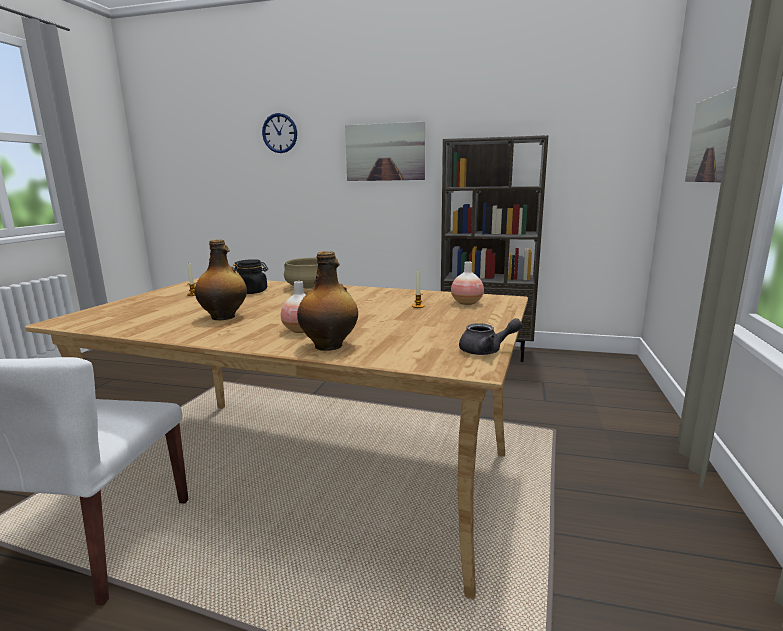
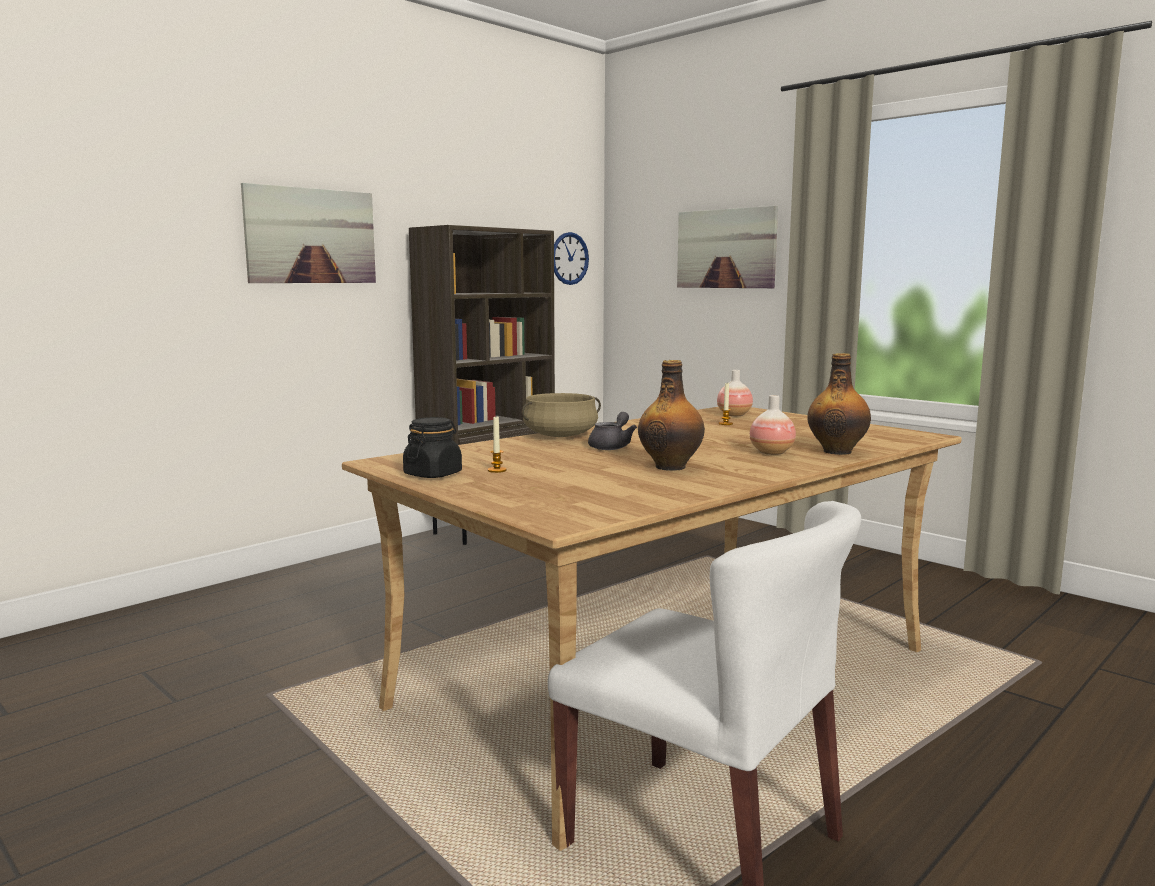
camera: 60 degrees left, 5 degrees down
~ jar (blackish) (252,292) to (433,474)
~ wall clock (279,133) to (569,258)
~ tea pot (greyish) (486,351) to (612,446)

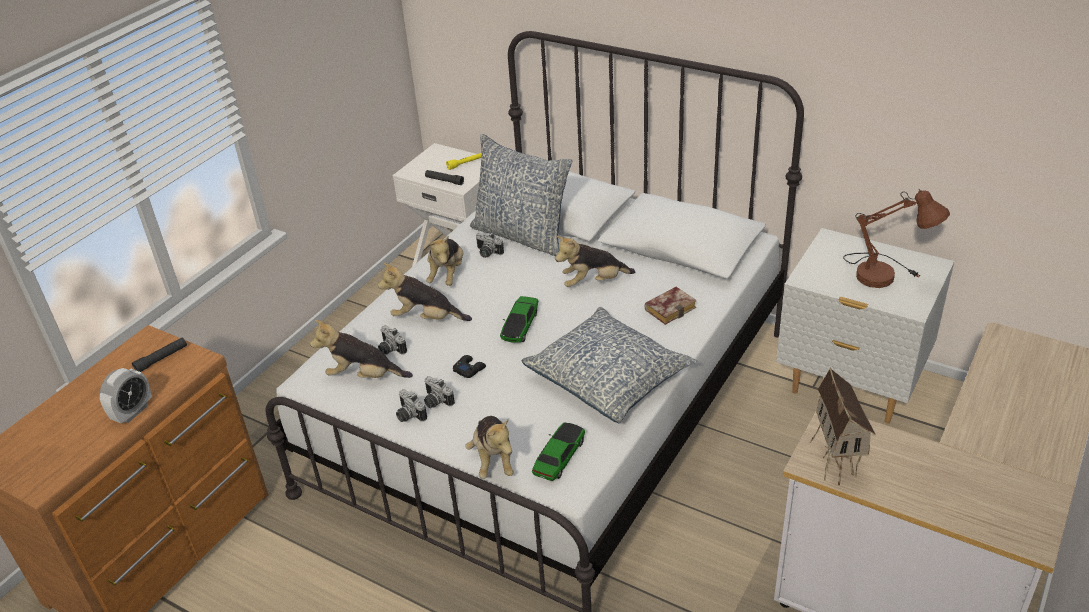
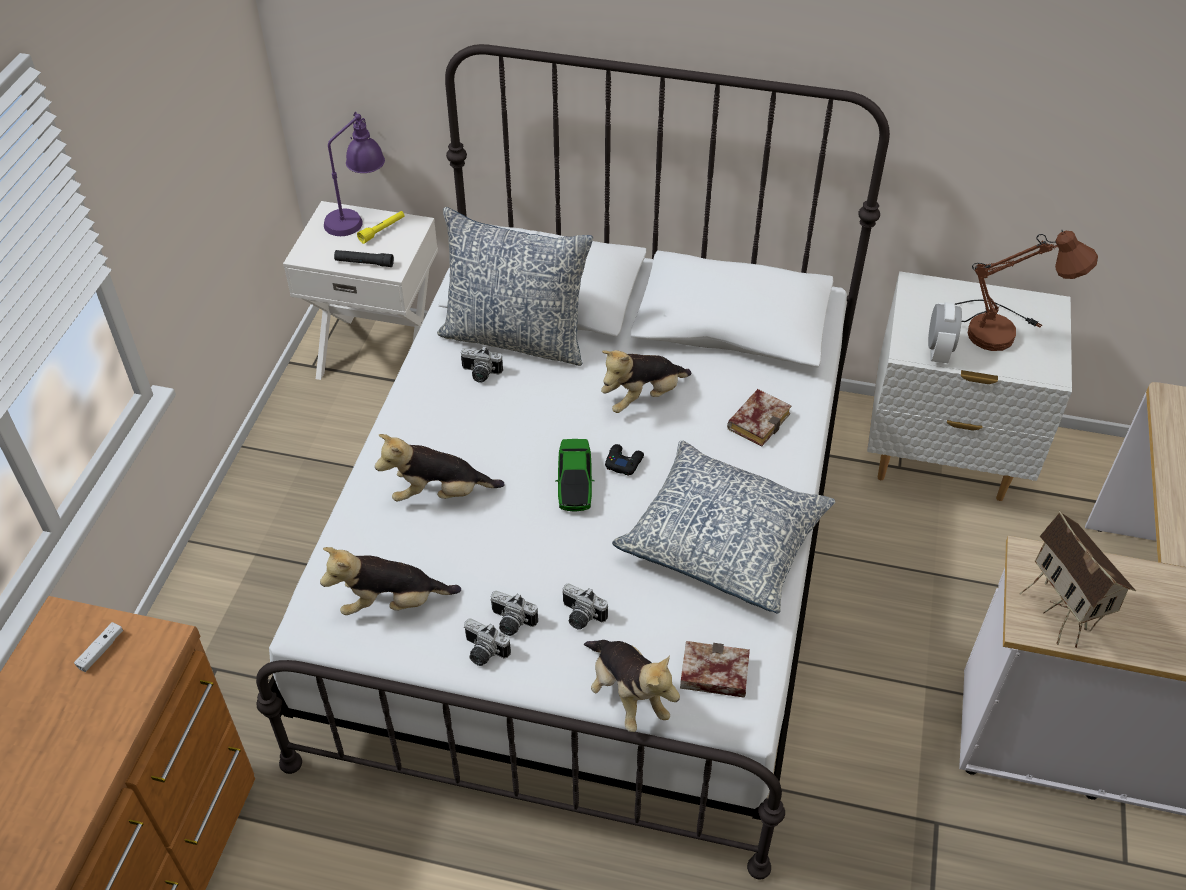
camera: 20 degrees left, 10 degrees up
~ table clock (133,412) to (938,351)
~ flashlight (blackish) (162,359) to joypad (whitish) (101,650)
~ still camera (389,349) to (580,617)
- cuddly toy (447,274)
~ joypad (blackish) (469,369) to (623,462)
~ miniature car (559,458) to volume (711,675)
+ tabletop lamp (purple-coloured) (358,217)

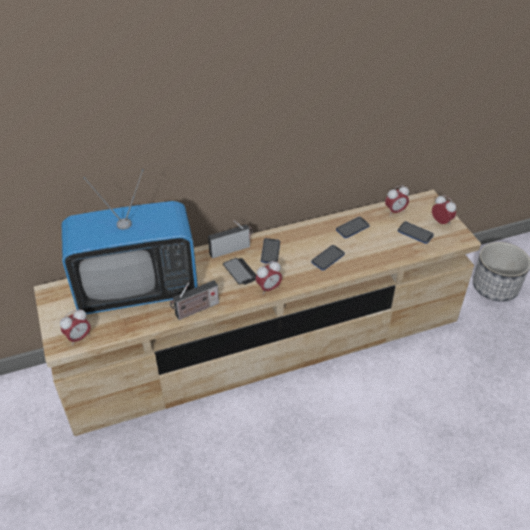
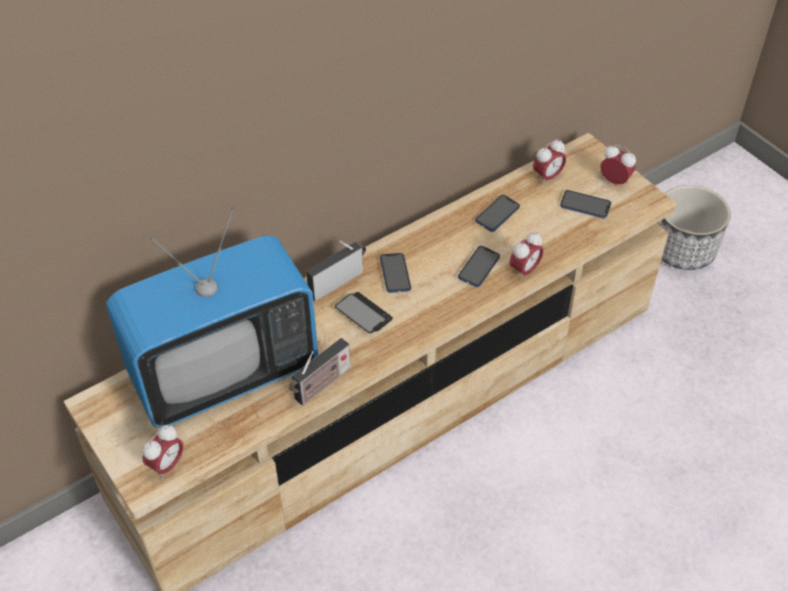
camera: 15 degrees left, 5 degrees up
~ table clock (268,288) to (524,270)

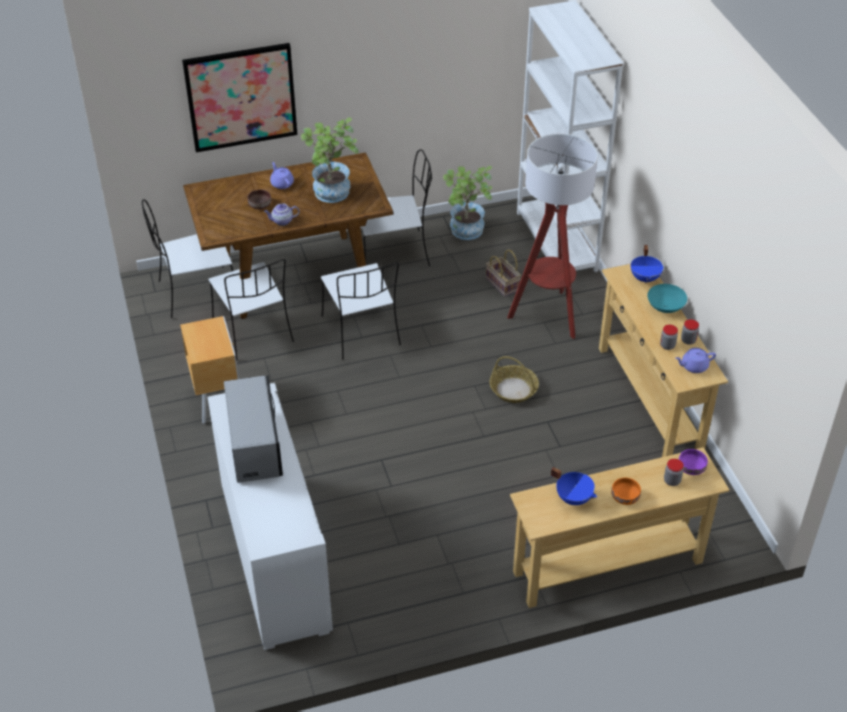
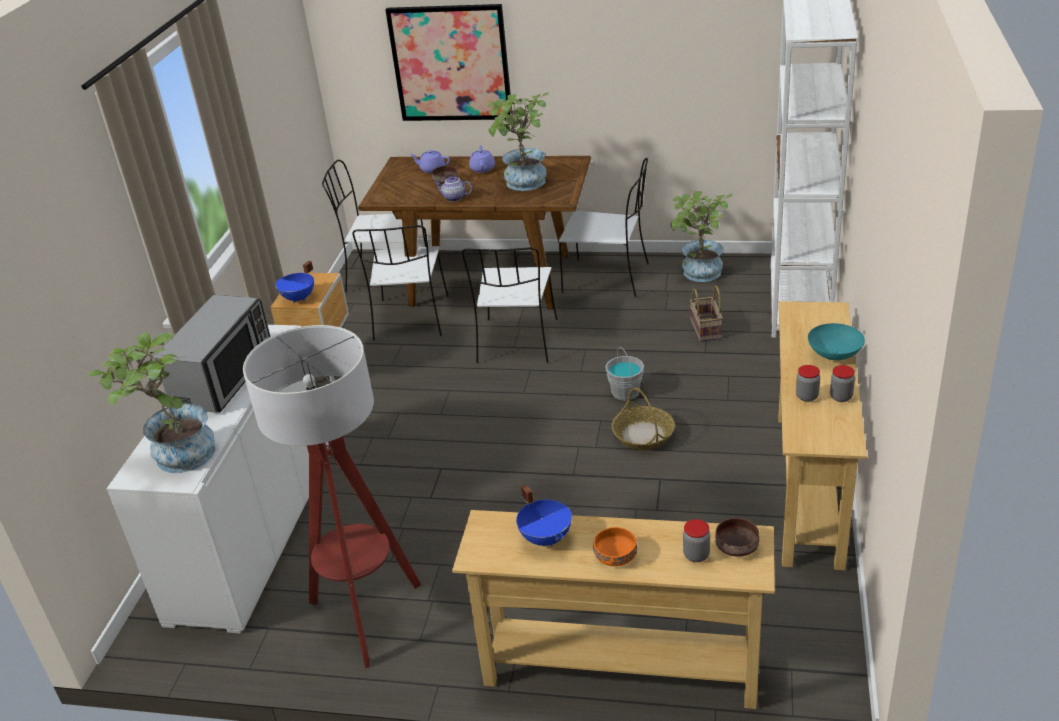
camera: 30 degrees right, 10 degrees down
~ standing lamp (548,315) to (366,616)
~ cooking pot (bluish) (645,278) to (299,298)
~ tea pot (purple-coloured) (693,366) to (432,169)
~ deep dish (purple-coloured) (691,467) to deep dish (brownish) (737,546)
+ potted plant (175,456)
+ bucket (greyish) (626,392)

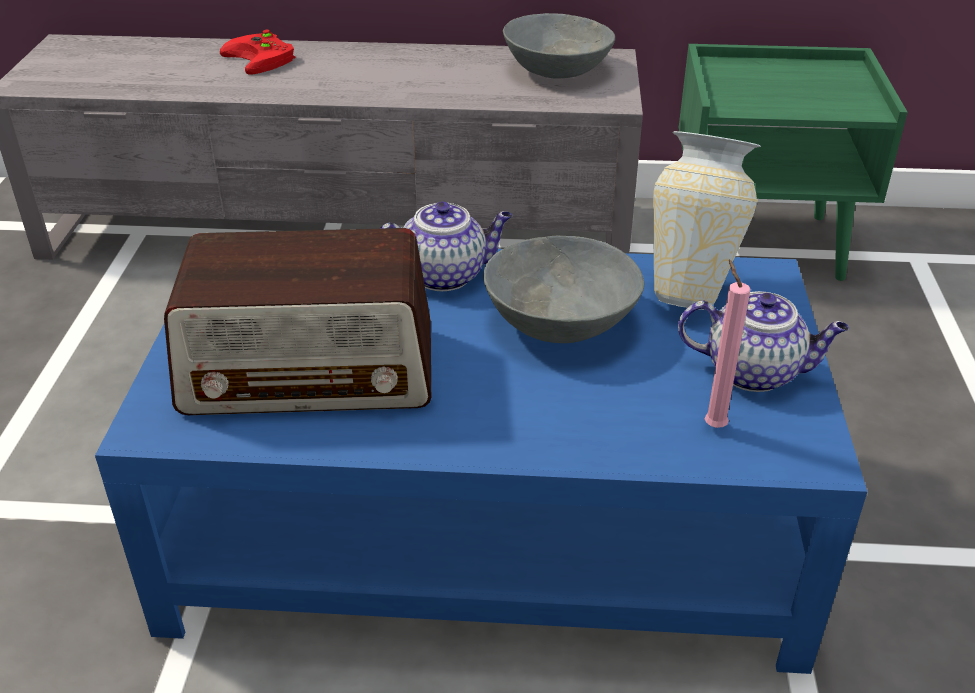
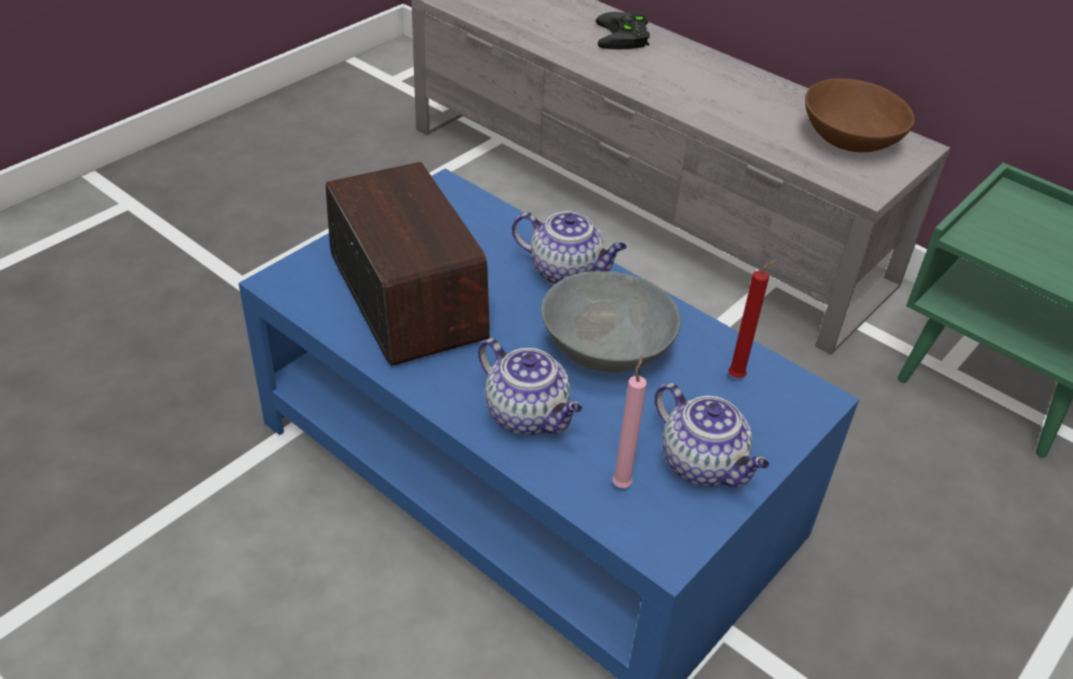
camera: 35 degrees right, 5 degrees up
~ radio set (311,371) = (406,295) 150 degrees counterclockwise
~ joypad (reddish) (263,59) to joypad (blackish) (624,37)
~ deep dish (greyish) (555,71) to deep dish (brownish) (848,140)
~ vase (692,288) to wax light (reddish) (739,376)
+ tea pot (528,415)

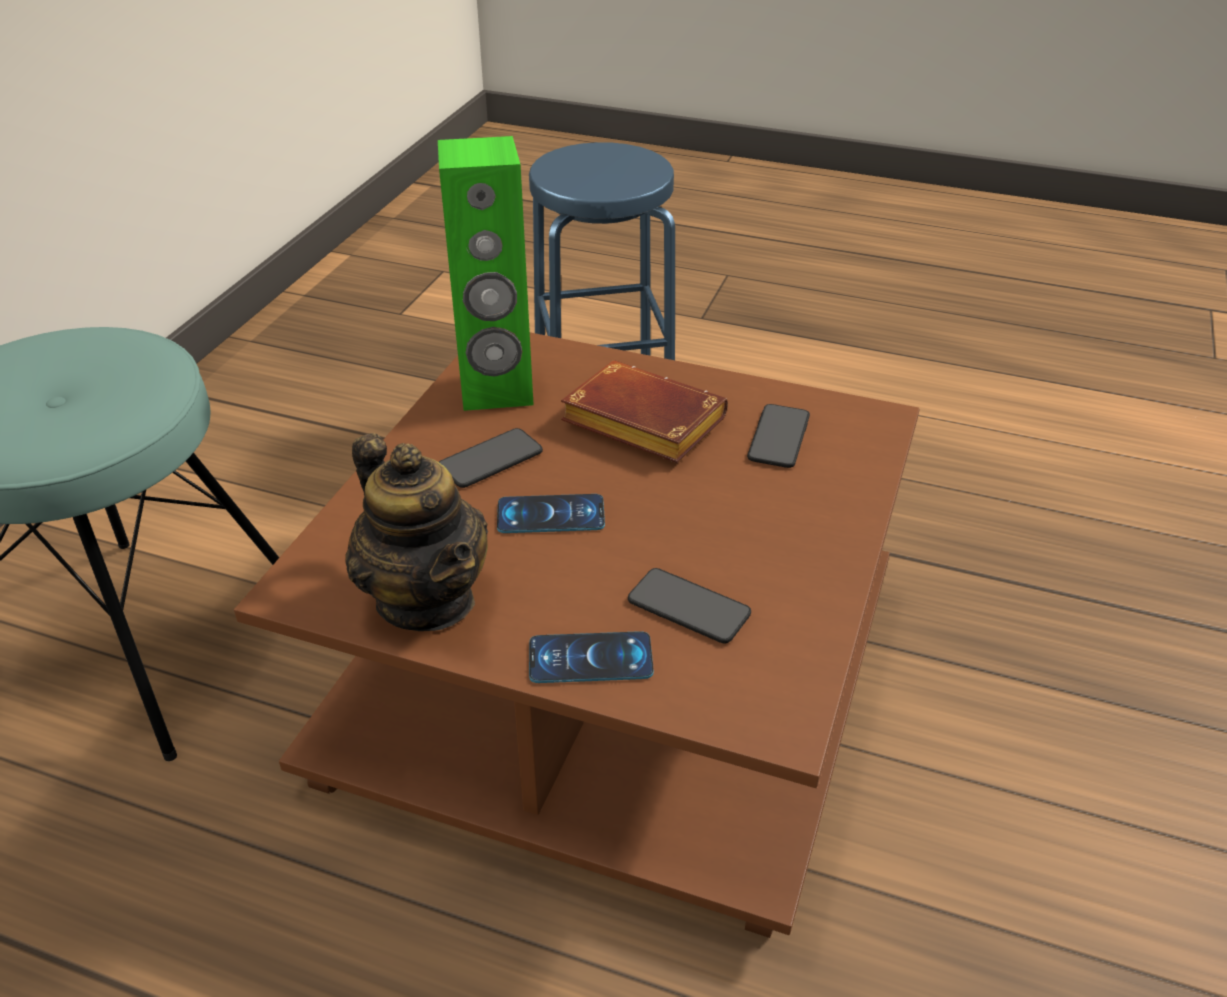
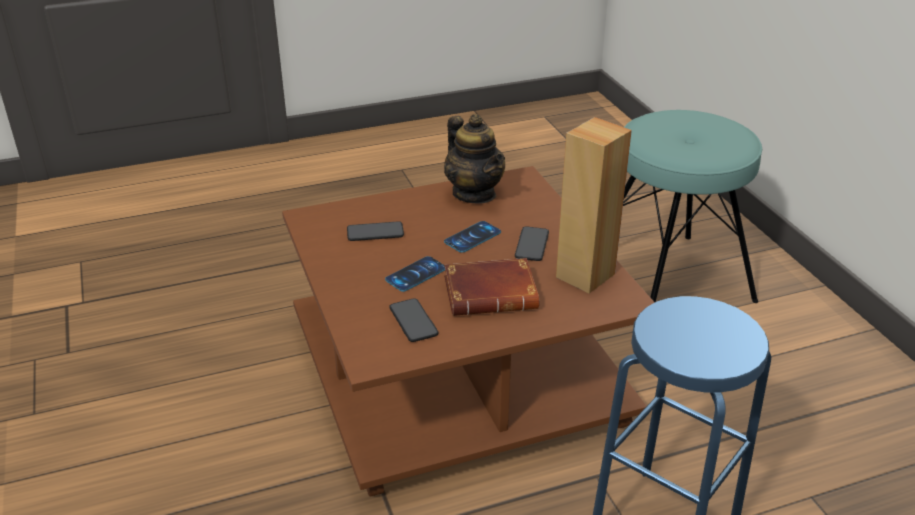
camera: 140 degrees right, 5 degrees down
~ tea pot (426,599) = (474,193) 135 degrees counterclockwise
~ audio speaker (green-coloured) (496,391) to audio speaker (brownish) (584,275)
~ telephone (590,658) to (416,274)

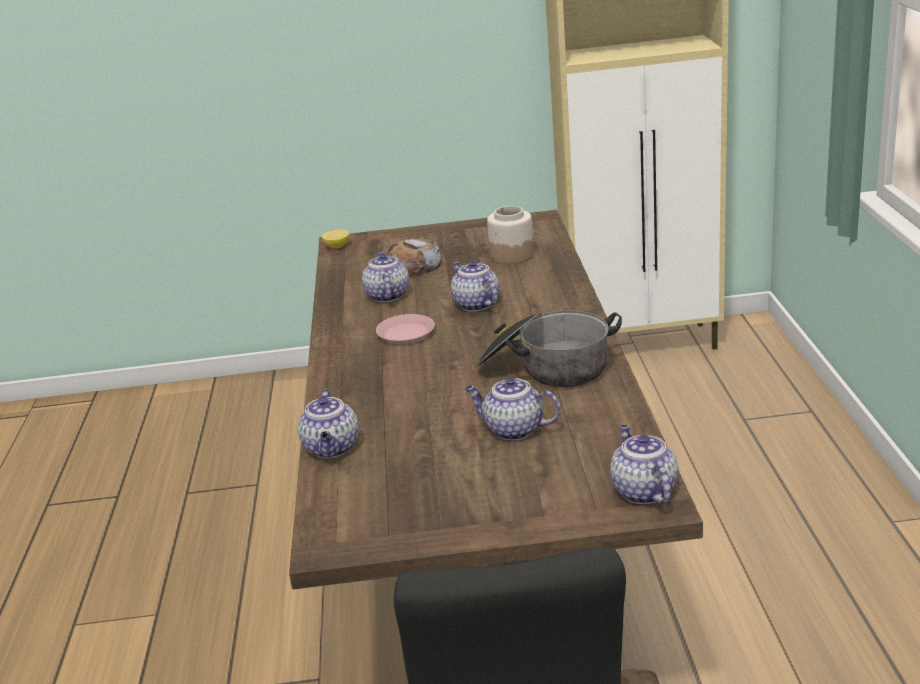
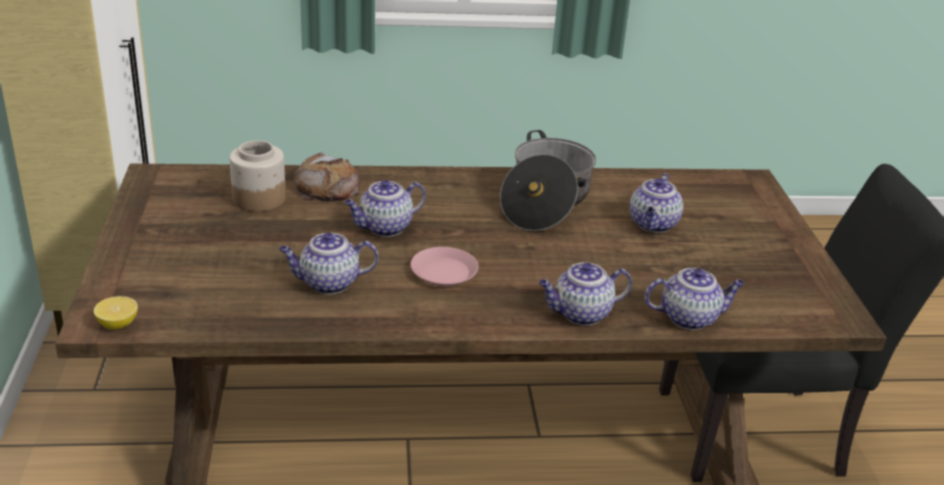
camera: 95 degrees left, 5 degrees up
~ bakery bread (413,266) to (327,186)
~ tea pot (643,491) to (580,314)

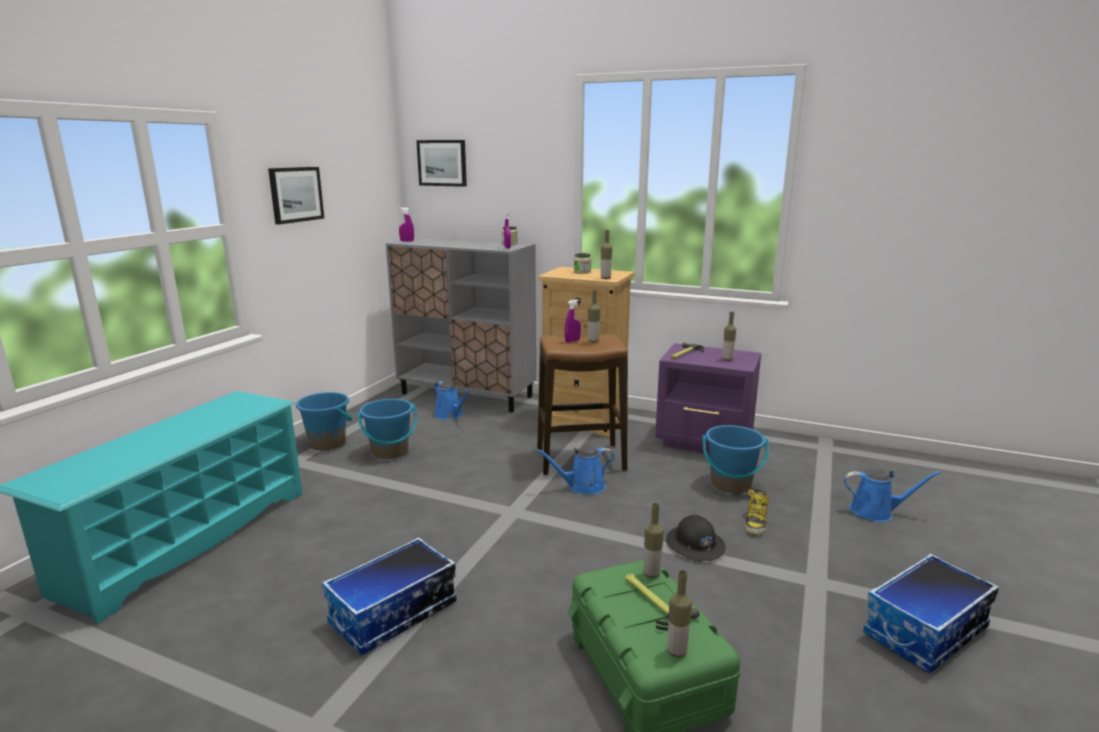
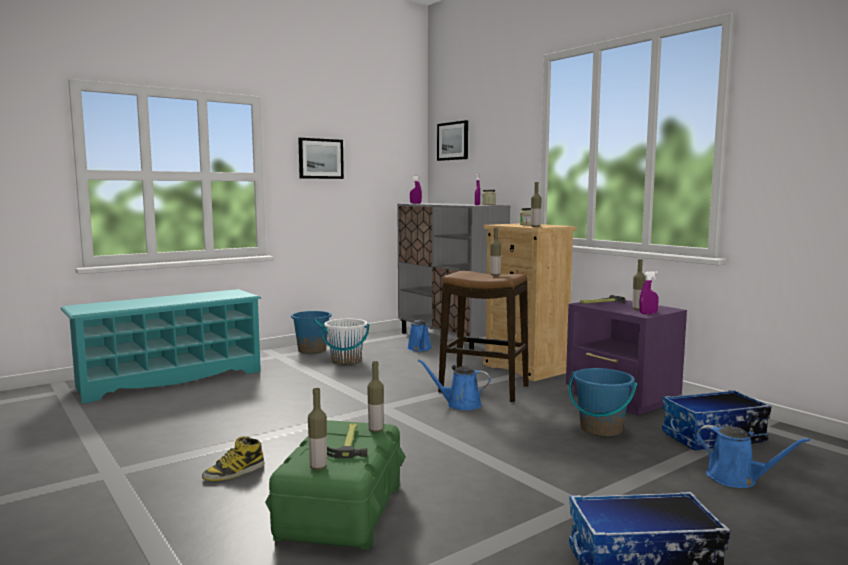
camera: 30 degrees right, 10 degrees down
~ storage bin (394,614) to (713,438)
~ bucket (bluish) (390,452) to bucket (whitish) (346,361)
~ sprayer (purple-coloured) (572,341) to (648,313)
- work helmet (blackish) (694,545)
~ boot (755,522) to (234,472)

